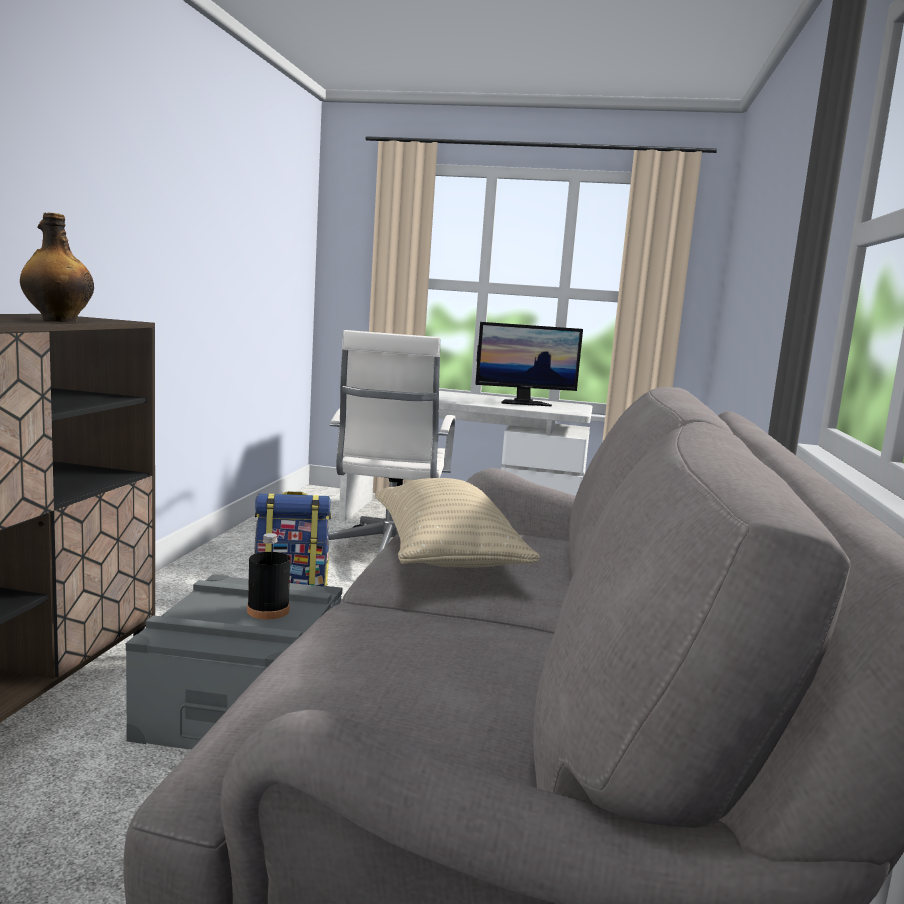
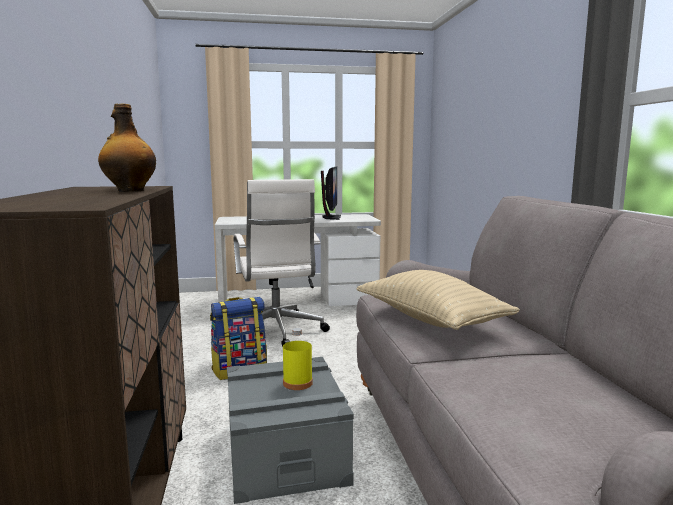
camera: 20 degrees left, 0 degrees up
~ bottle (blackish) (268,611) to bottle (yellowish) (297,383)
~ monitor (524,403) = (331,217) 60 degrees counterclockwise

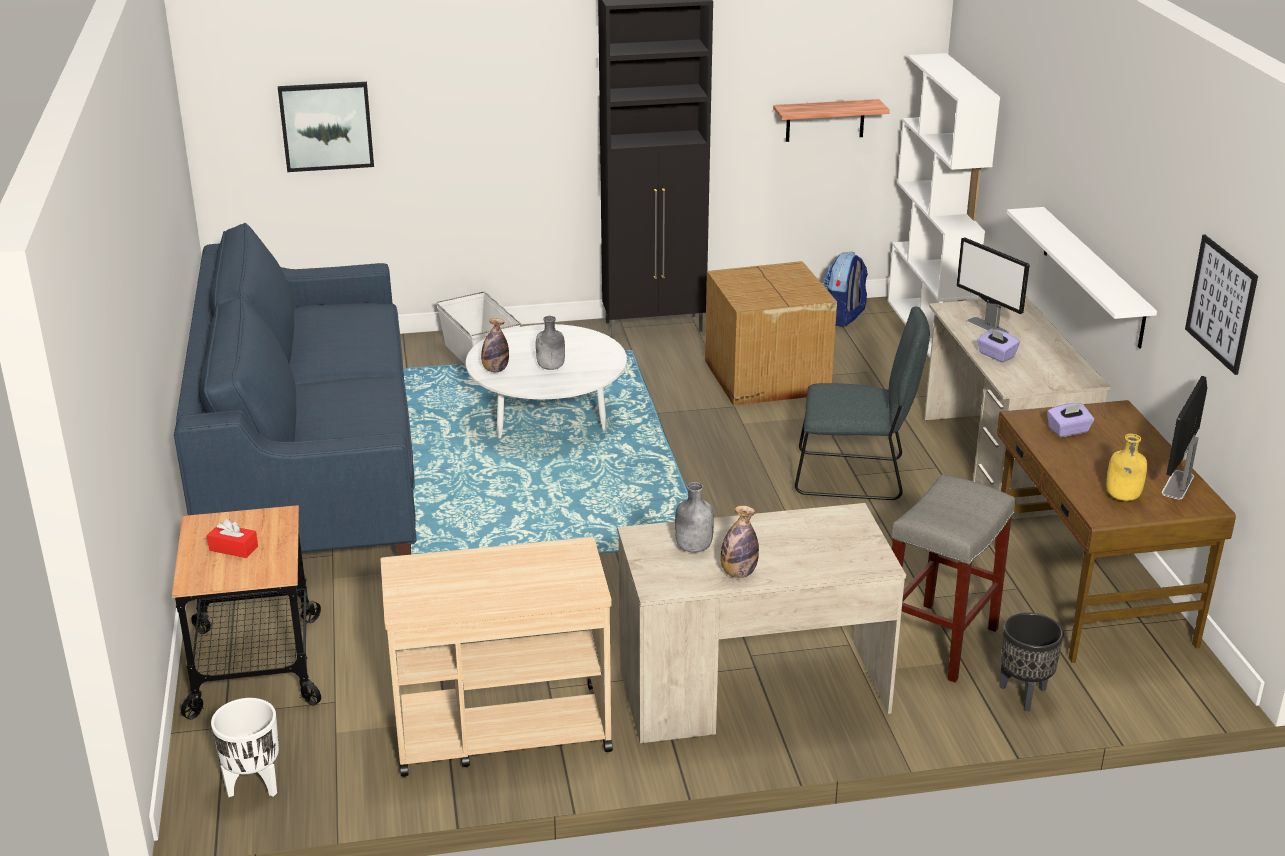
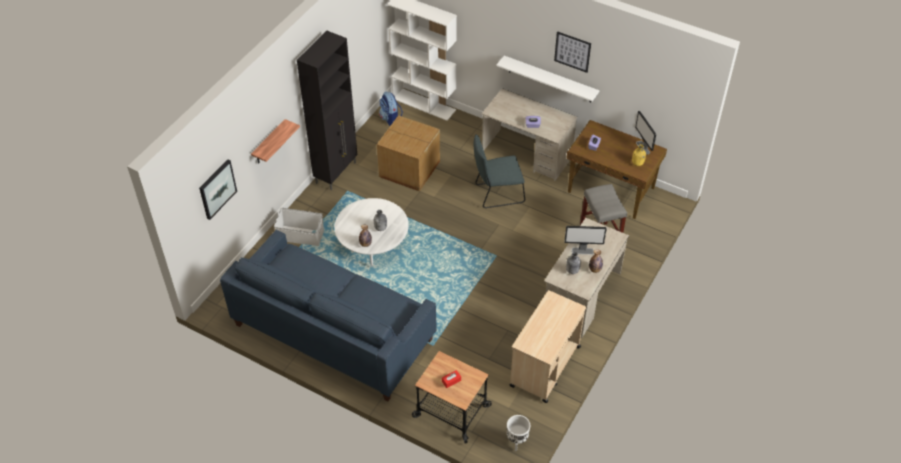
camera: 50 degrees left, 20 degrees up
~ bracket shelf (825,120) to (269,143)
~ upright chair (greyish) (855,477) = (497,194) 150 degrees counterclockwise
~ monitor (987,326) to (582,251)
- plant pot (blackish) (1023,695)
~ wall art (1221,303) to (572,52)

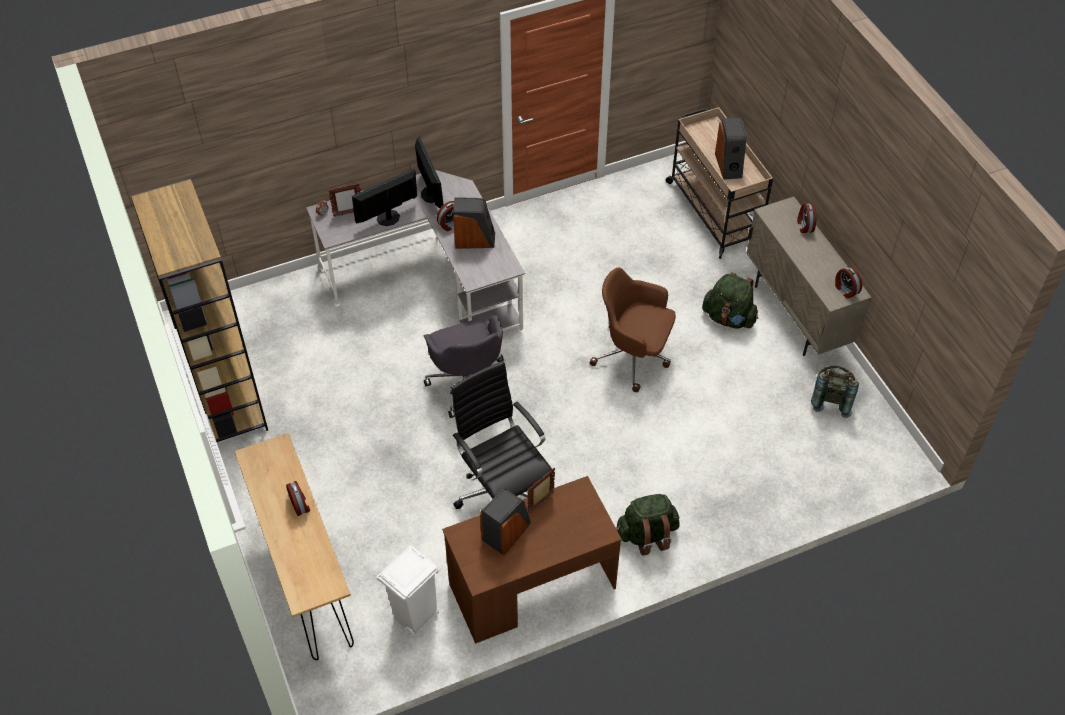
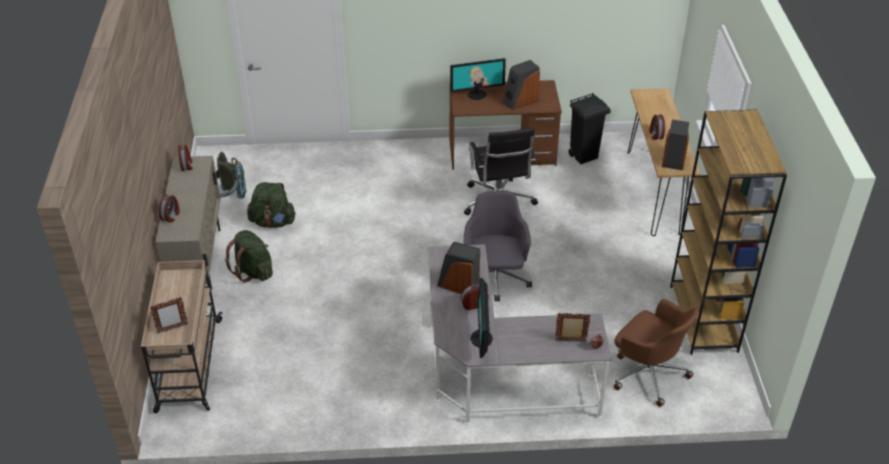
camera: 160 degrees left, 10 degrees down
~ monitor (388,218) to (477,94)
~ waste bin (whitish) (415,618) to waste bin (blackish) (584,156)
~ standing frame (541,503) to (172,328)
~ desk chair (brownish) (634,356) to (647,372)
~ backpack (green-coloured) (647,535) to (273,222)
~ audio speaker (729,165) to (673,158)

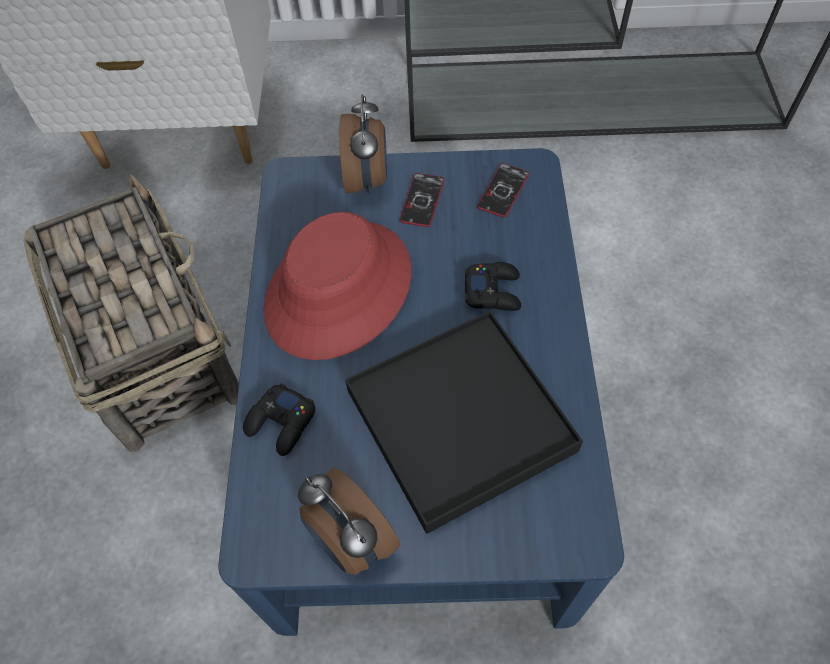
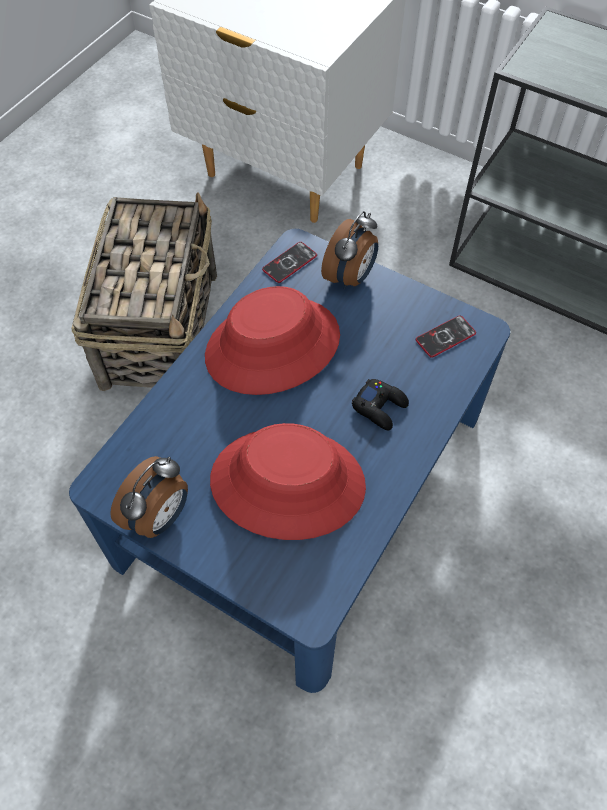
camera: 30 degrees right, 0 degrees up
- joypad (blackish) (281,423)
~ table clock (350,541) = (159,516) 135 degrees counterclockwise
~ tray (blackish) (460,420) to hat (reddish) (288,482)
~ telephone (422,200) to (289,263)

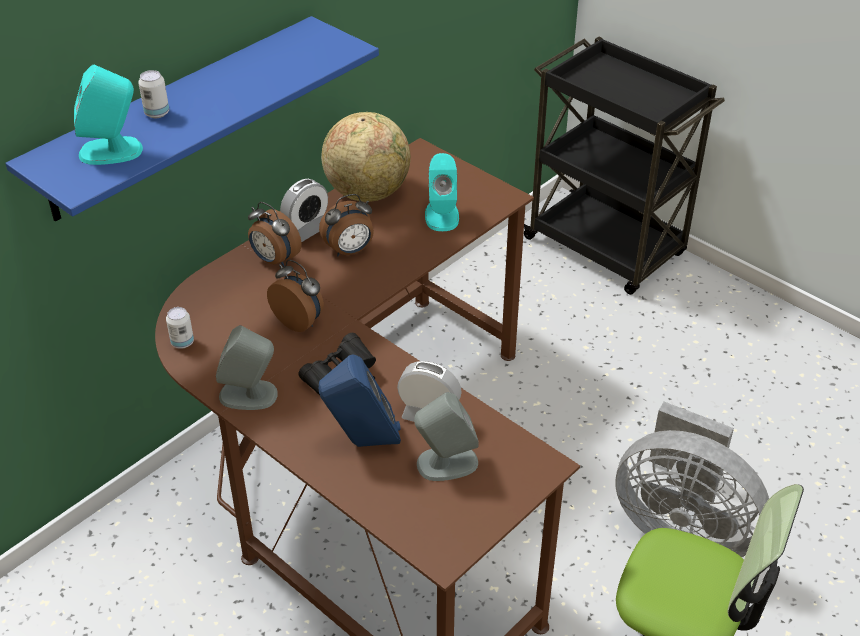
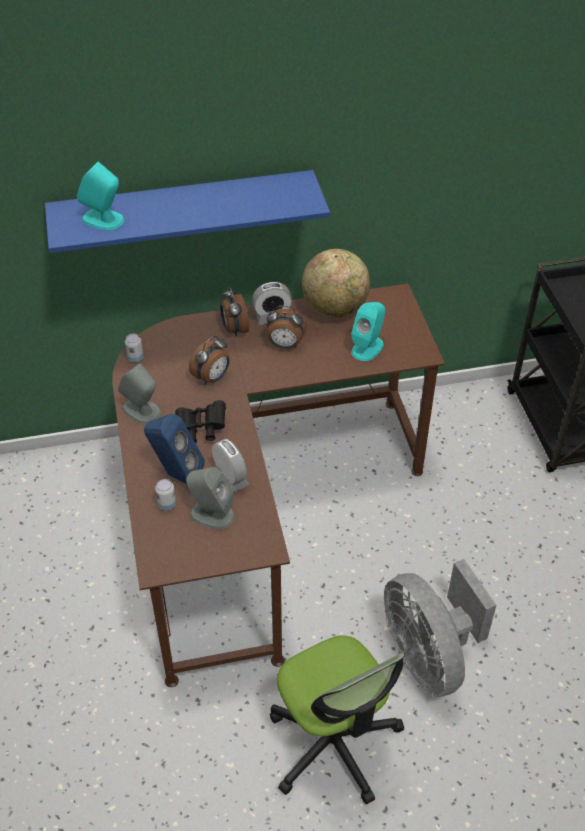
camera: 35 degrees right, 5 degrees up
~ sealed can (157,113) to (167,504)
~ table clock (300,321) = (212,378) 60 degrees clockwise

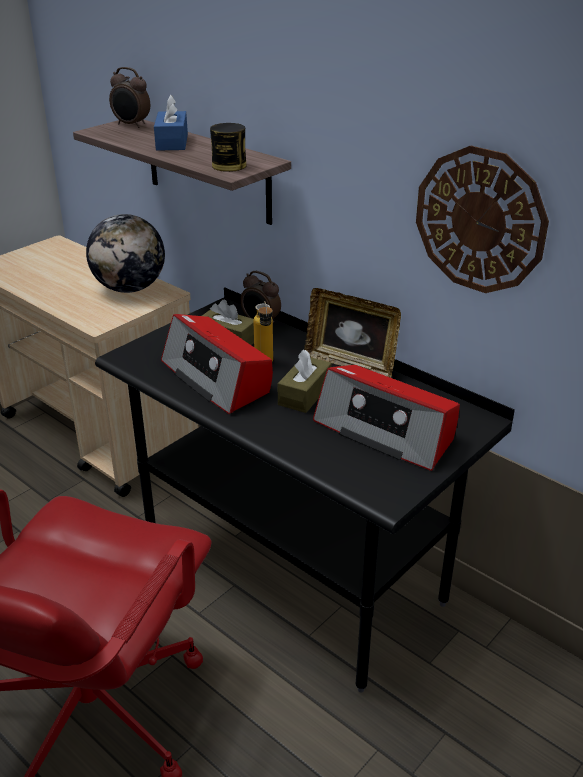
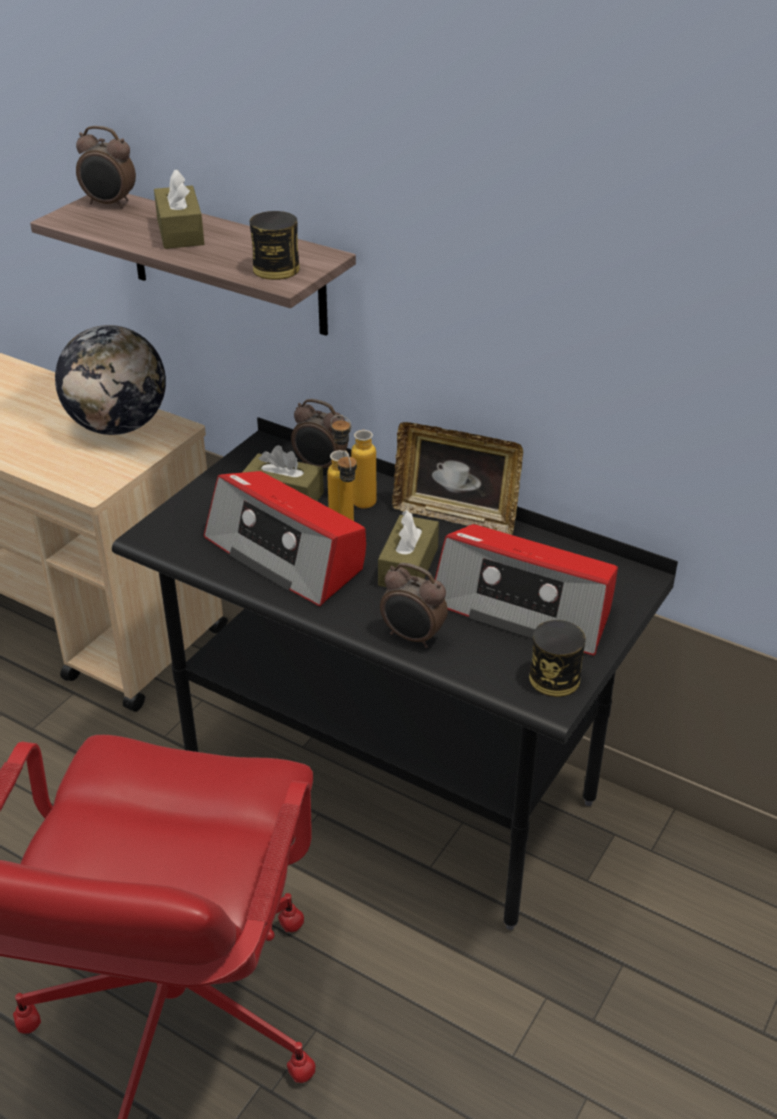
camera: 10 degrees left, 5 degrees up
~ tissue box (bluish) (172,142) to tissue box (brownish) (180,232)
- wall clock (480,220)
+ bottle (354,501)
+ table clock (412,637)
+ sealed can (554,678)

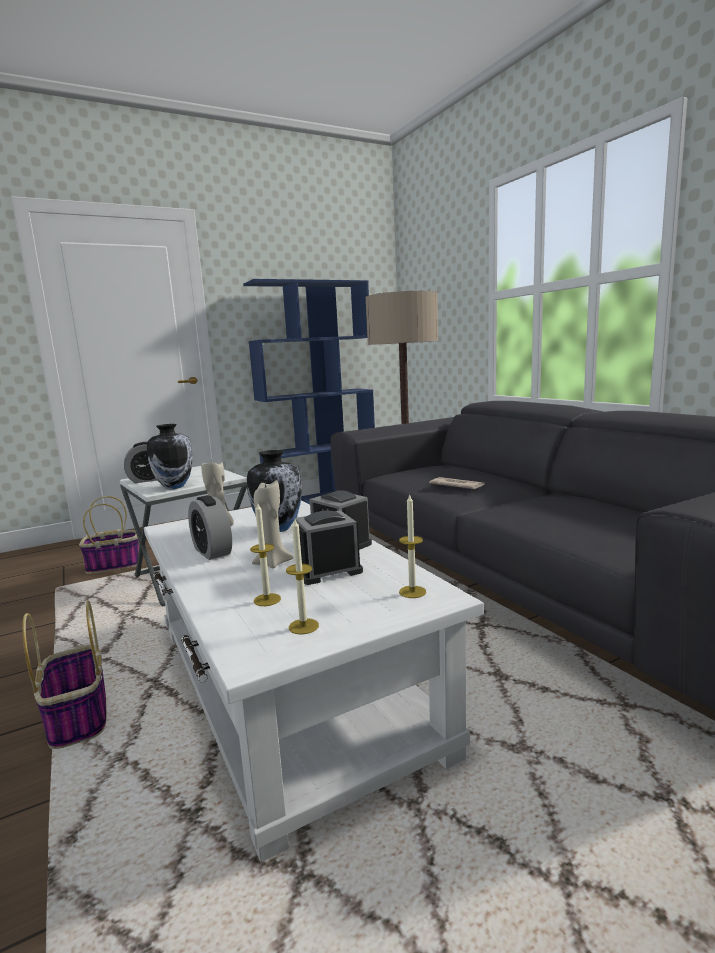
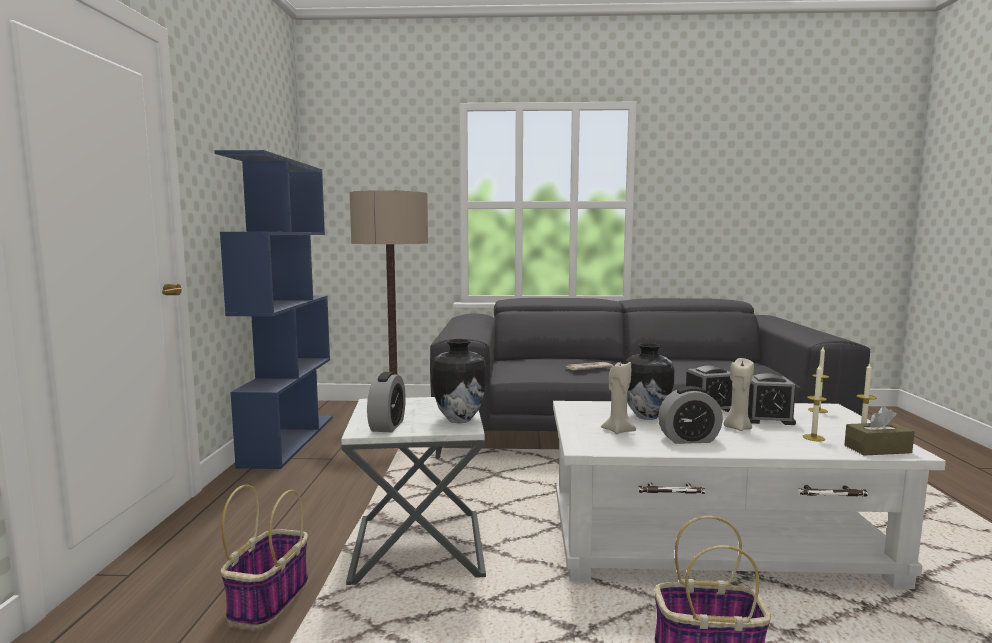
camera: 60 degrees left, 5 degrees down
~ table clock (328,571) = (767,419) 90 degrees counterclockwise
+ tissue box (brownish) (877,449)

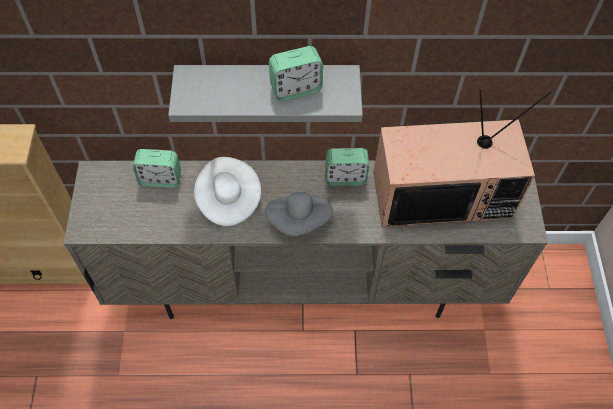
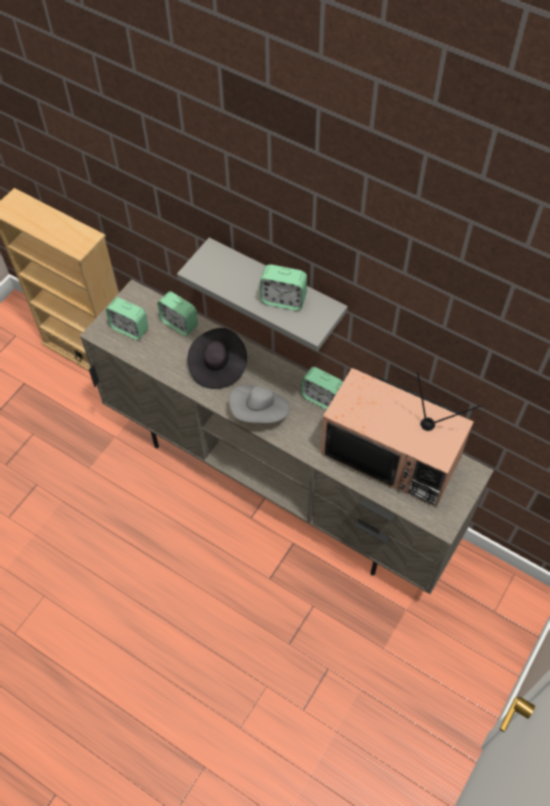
camera: 35 degrees right, 0 degrees up
~ hat (whitish) (228,200) to hat (blackish) (217,366)
+ table clock (129,328)

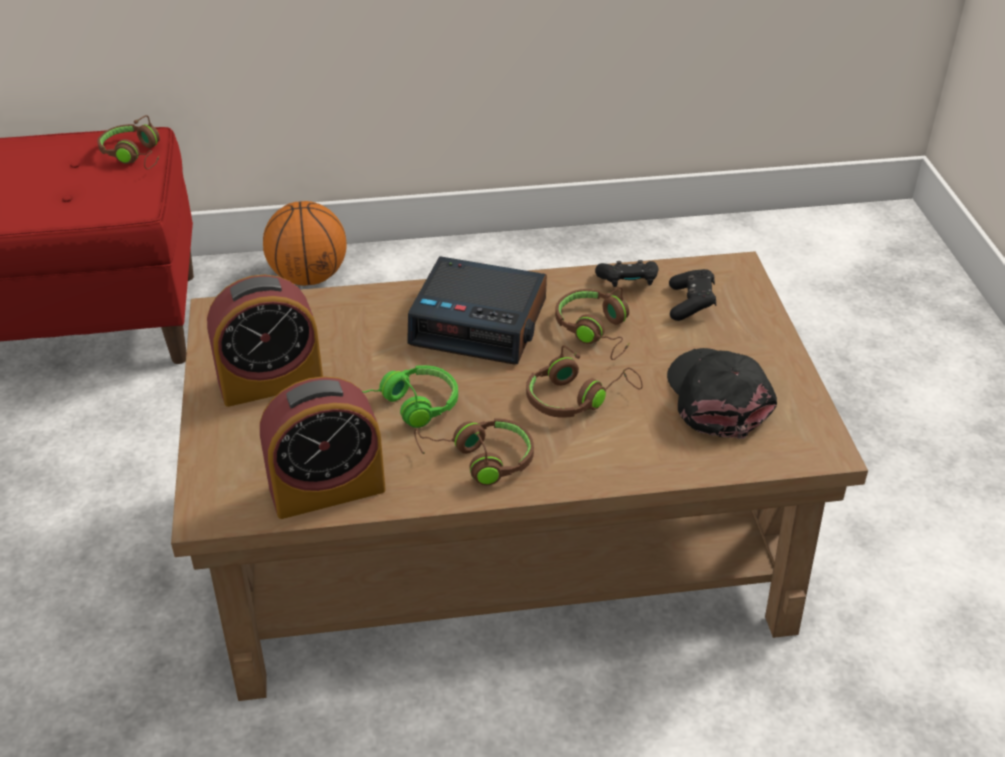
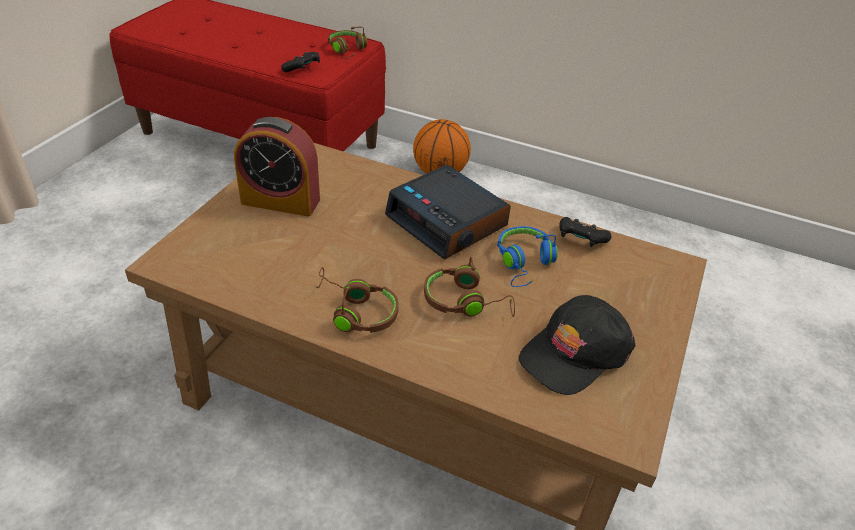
camera: 30 degrees right, 0 degrees up
- table clock (327,489)
- headphones (green-coloured) (406,406)
~ headphones (brownish) (596,331) to headphones (bluish) (524,263)
~ cap (blackish) (717,398) = (574,353) 150 degrees counterclockwise
~ joypad (blackish) (691,304) to (302,69)

